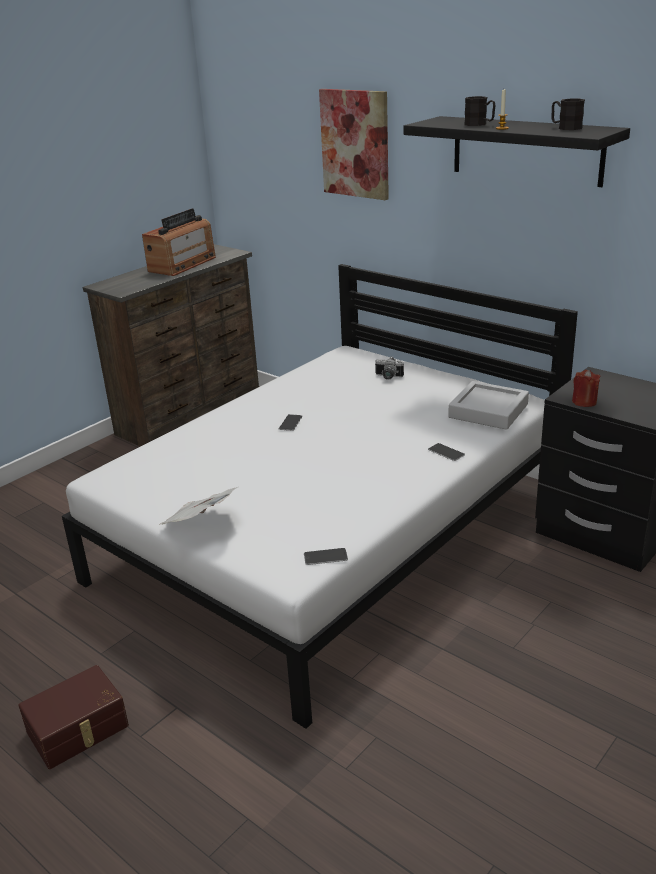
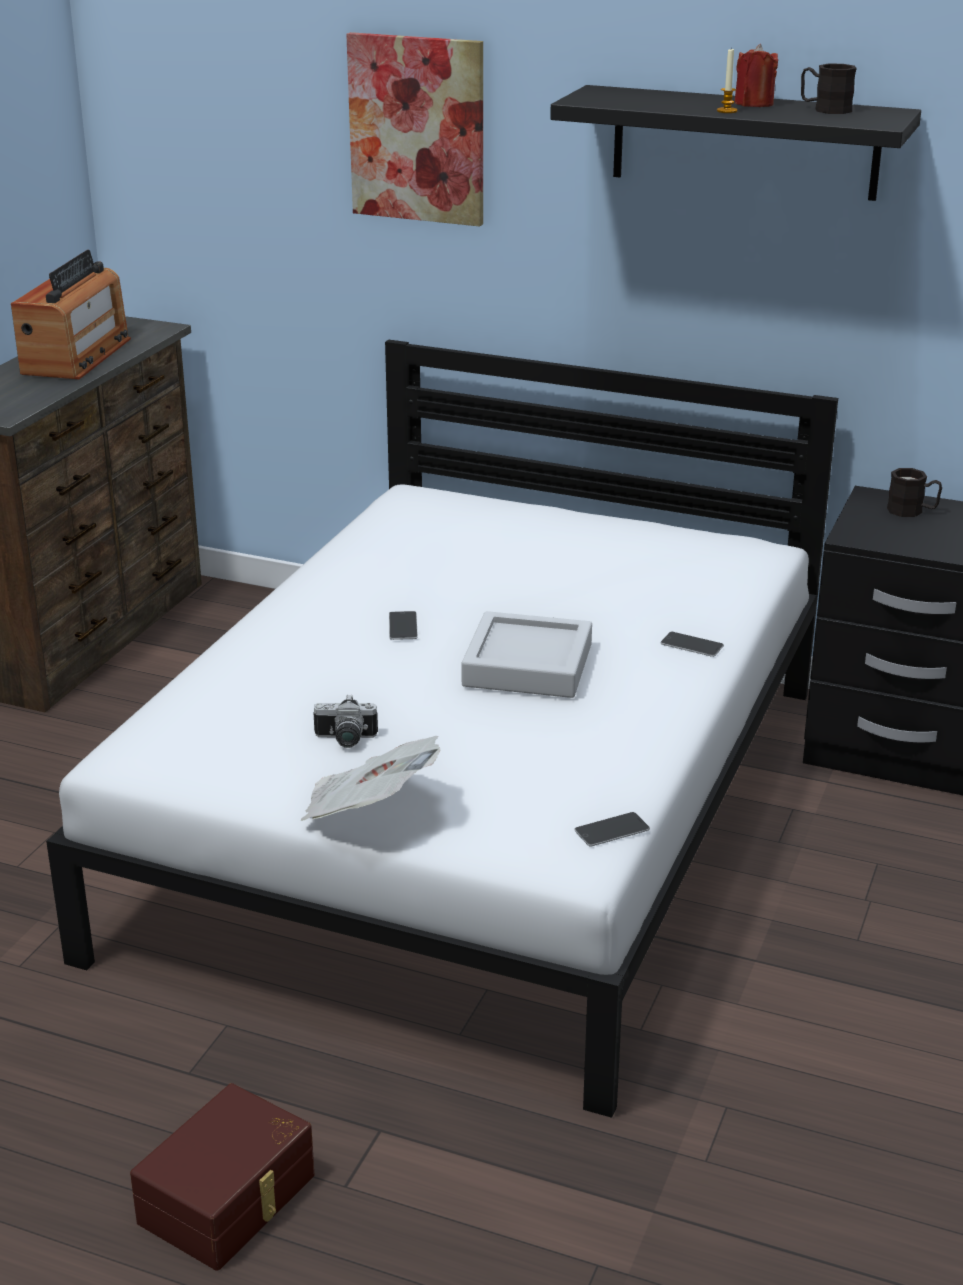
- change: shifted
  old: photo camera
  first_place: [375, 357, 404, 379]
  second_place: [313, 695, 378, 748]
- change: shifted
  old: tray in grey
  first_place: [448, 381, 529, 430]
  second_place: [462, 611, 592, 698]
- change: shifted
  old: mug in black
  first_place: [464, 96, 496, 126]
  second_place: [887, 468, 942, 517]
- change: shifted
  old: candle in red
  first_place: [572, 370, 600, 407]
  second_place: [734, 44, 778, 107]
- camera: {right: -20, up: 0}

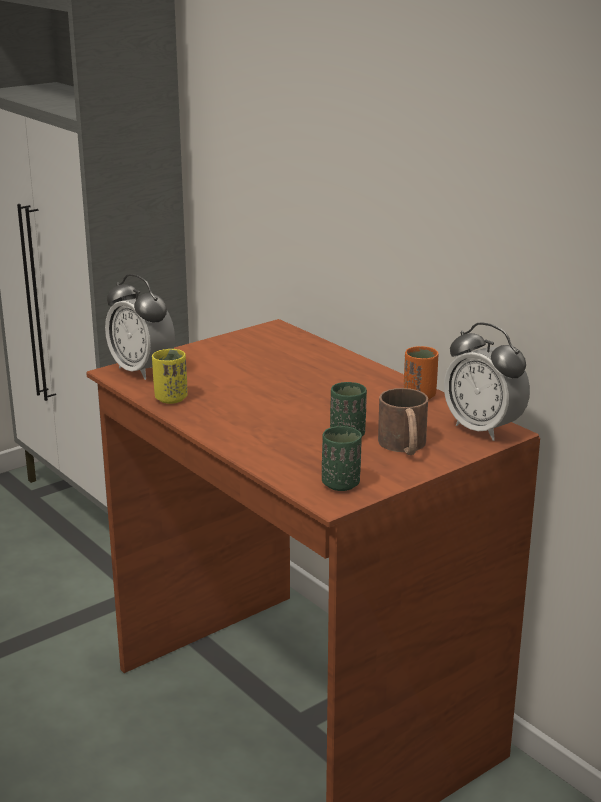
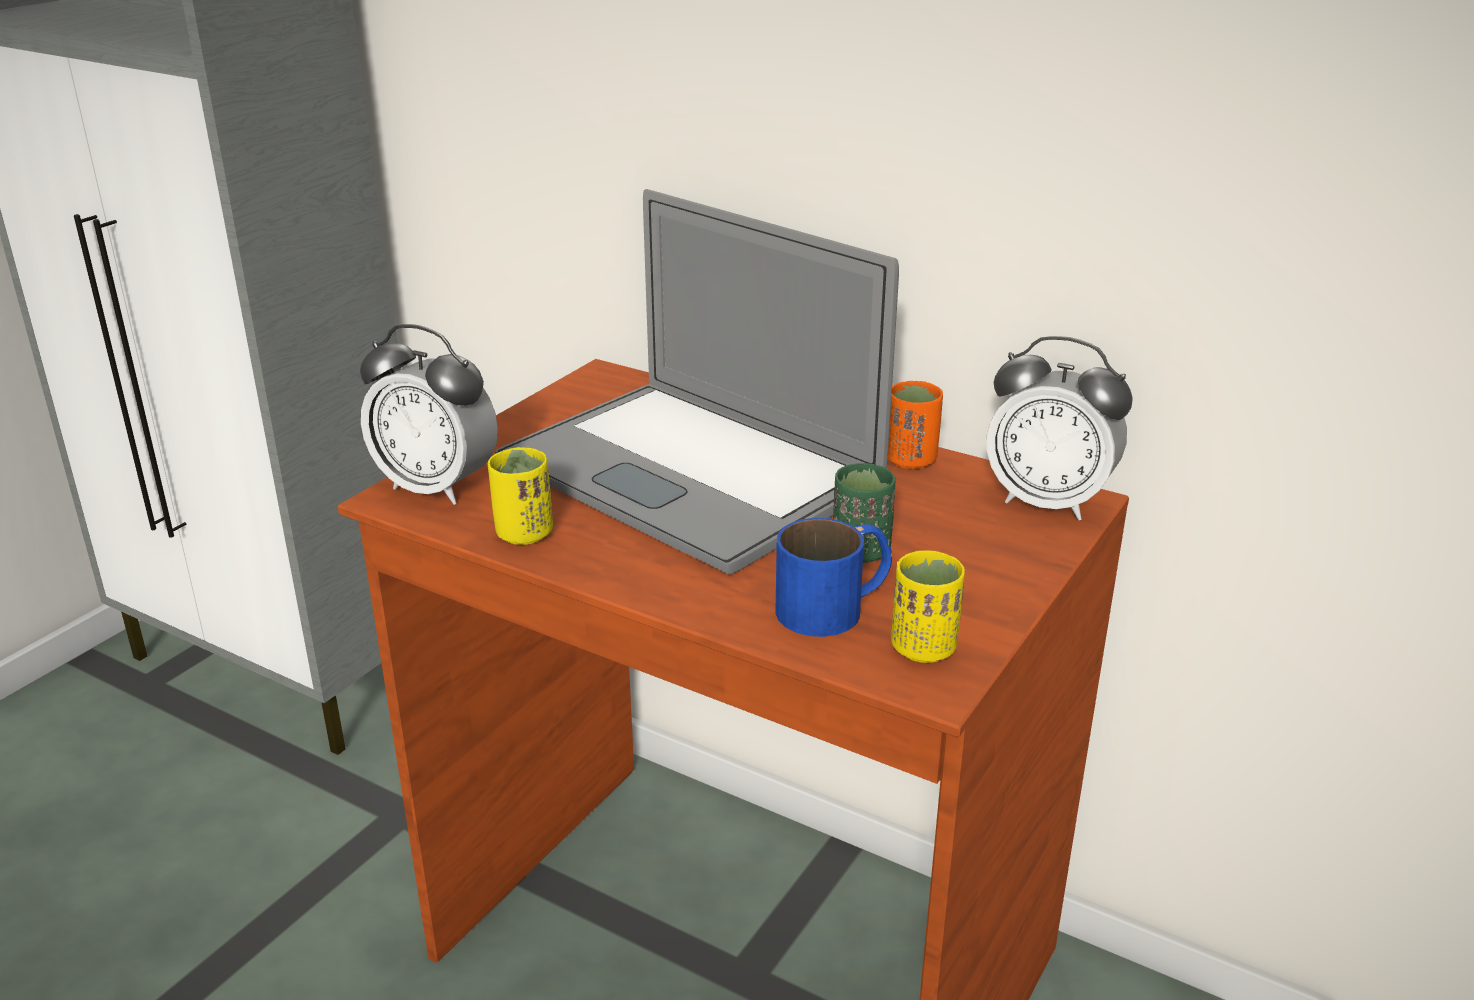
- change: repainted
  old: cup in green
  new: cup in yellow
  first_place: [322, 426, 362, 491]
  second_place: [891, 550, 965, 663]
- change: gone
  old: mug in brown
  first_place: [378, 388, 428, 455]
- change: new
  new: laptop
  second_place: [495, 189, 899, 574]
- change: new
  new: mug in blue
  second_place: [775, 518, 892, 637]
- camera: {right: -20, up: 5}

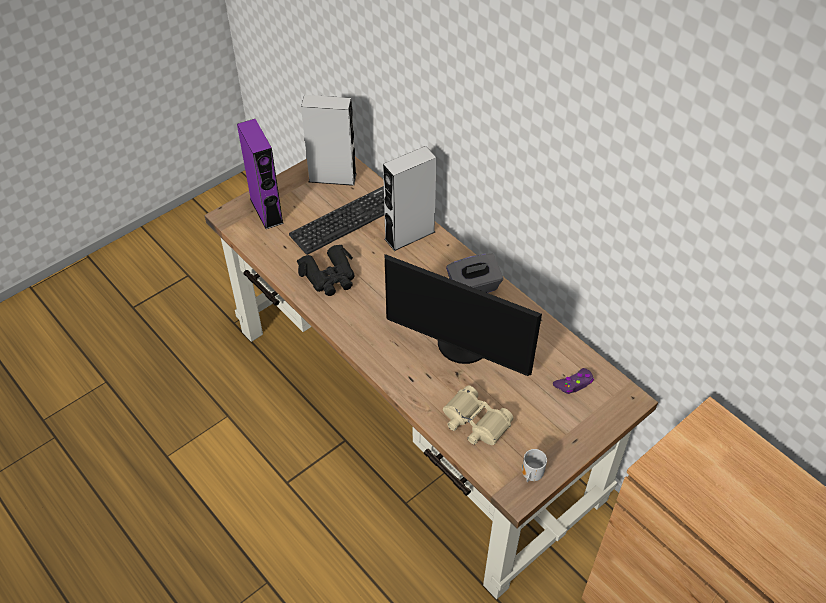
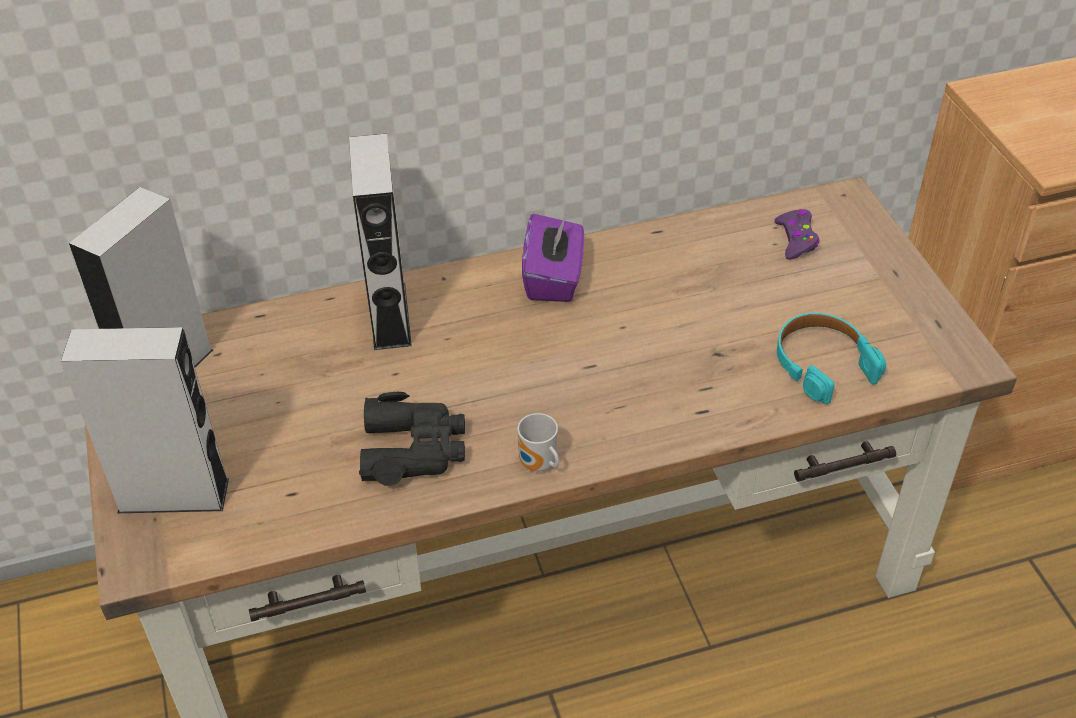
- change: repainted
  old: speaker in purple
  new: speaker in grey
  first_place: [237, 119, 284, 229]
  second_place: [61, 327, 229, 513]
- change: gone
  old: keyboard
  first_place: [289, 186, 385, 255]
- change: gone
  old: monitor
  first_place: [384, 254, 542, 376]
- change: swapped
  old: binoculars in beige
  new: headphones in turquoise
  first_place: [443, 385, 513, 445]
  second_place: [777, 313, 886, 404]
- change: repainted
  old: tissue box in grey
  new: tissue box in purple
  first_place: [446, 253, 503, 293]
  second_place: [522, 214, 584, 302]
- change: shifted
  old: mug
  first_place: [522, 449, 547, 482]
  second_place: [517, 413, 559, 471]
- camera: {right: -65, up: -5}

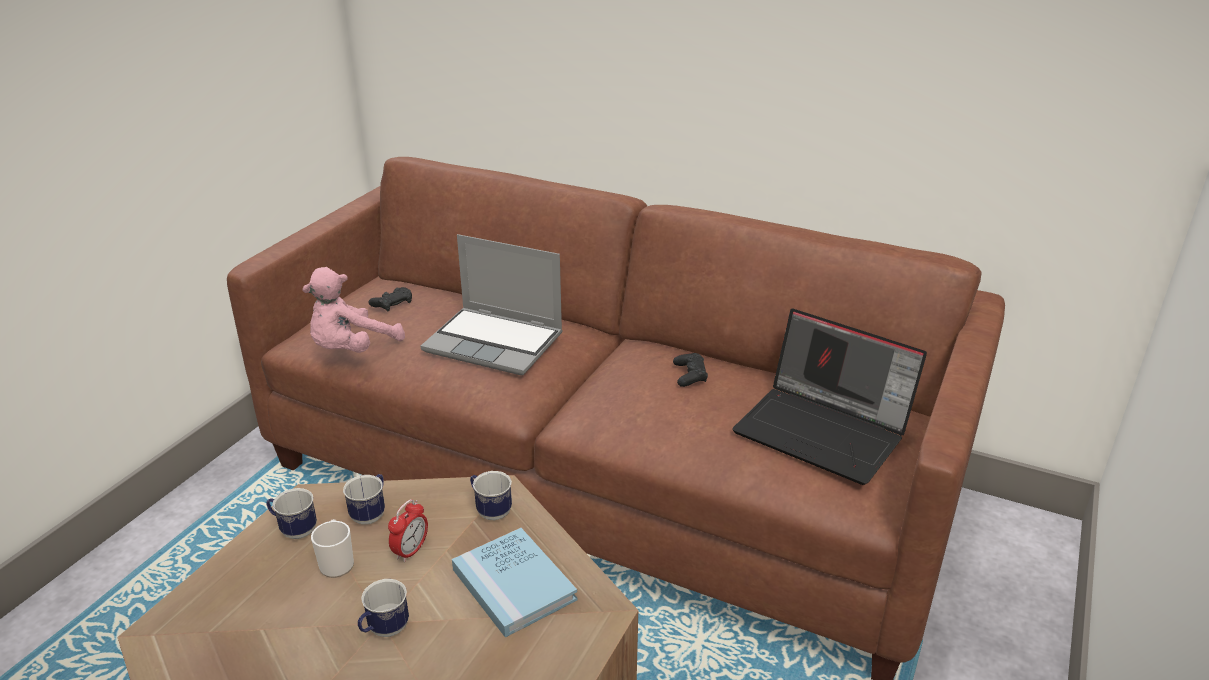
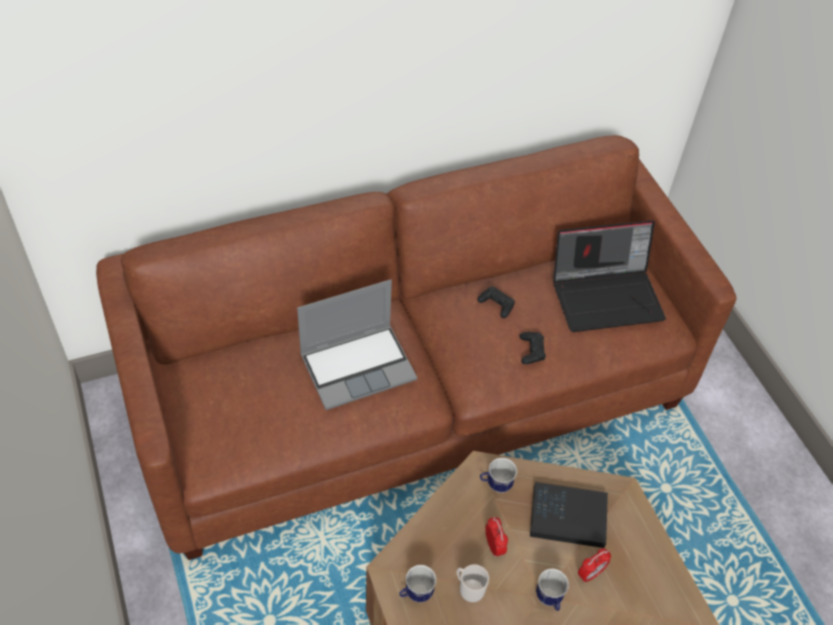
- change: gone
  old: plush toy in pink
  first_place: [302, 267, 405, 353]
- change: gone
  old: mug
  first_place: [343, 474, 385, 525]
- change: shifted
  old: game controller in black
  first_place: [369, 287, 412, 311]
  second_place: [519, 332, 546, 364]
- change: repainted
  old: book in blue
  new: book in black
  first_place: [452, 528, 577, 637]
  second_place: [530, 482, 608, 548]
- change: new
  new: alarm clock
  second_place: [578, 548, 611, 583]
- camera: {right: -50, up: 20}

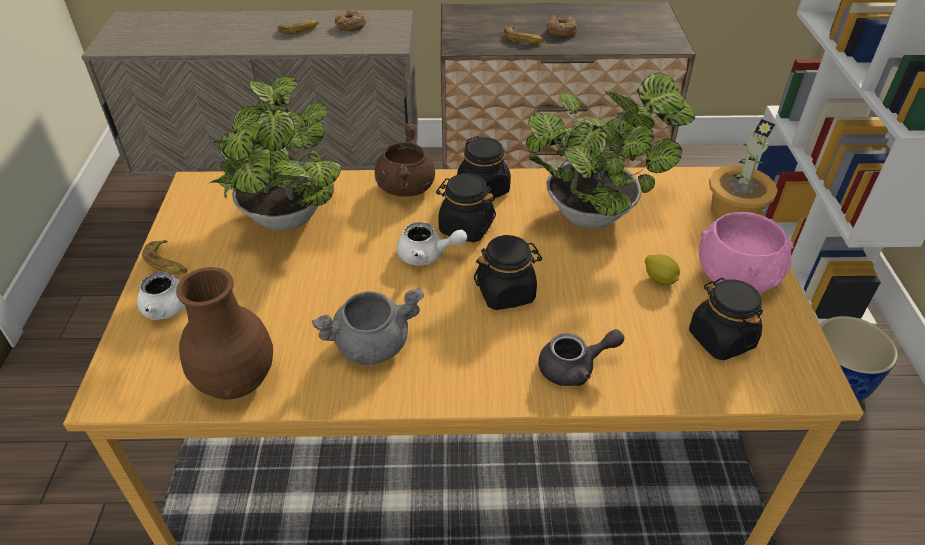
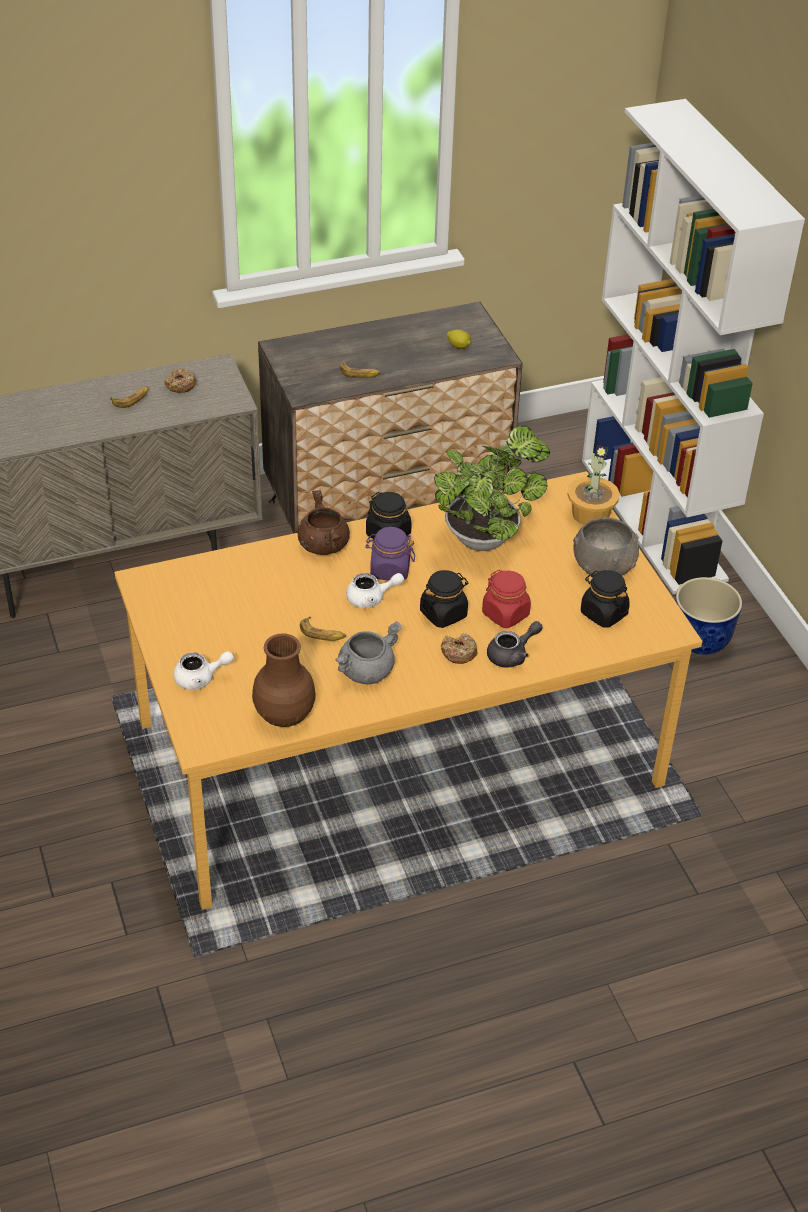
- change: shifted
  old: banana
  first_place: [142, 240, 187, 274]
  second_place: [300, 617, 346, 641]
- change: gone
  old: potted plant
  first_place: [210, 76, 341, 231]
- change: repainted
  old: jar in black
  new: jar in purple
  first_place: [436, 173, 496, 243]
  second_place: [365, 527, 415, 580]
- change: shifted
  old: donut
  first_place: [546, 16, 577, 38]
  second_place: [441, 633, 478, 664]
- change: shifted
  old: lemon
  first_place: [645, 255, 680, 286]
  second_place: [447, 329, 470, 349]
- change: repainted
  old: bowl in pink
  new: bowl in grey
  first_place: [699, 212, 794, 293]
  second_place: [573, 517, 639, 575]
- change: new
  new: jar in red
  second_place: [482, 569, 531, 628]
- camera: {right: -20, up: 0}

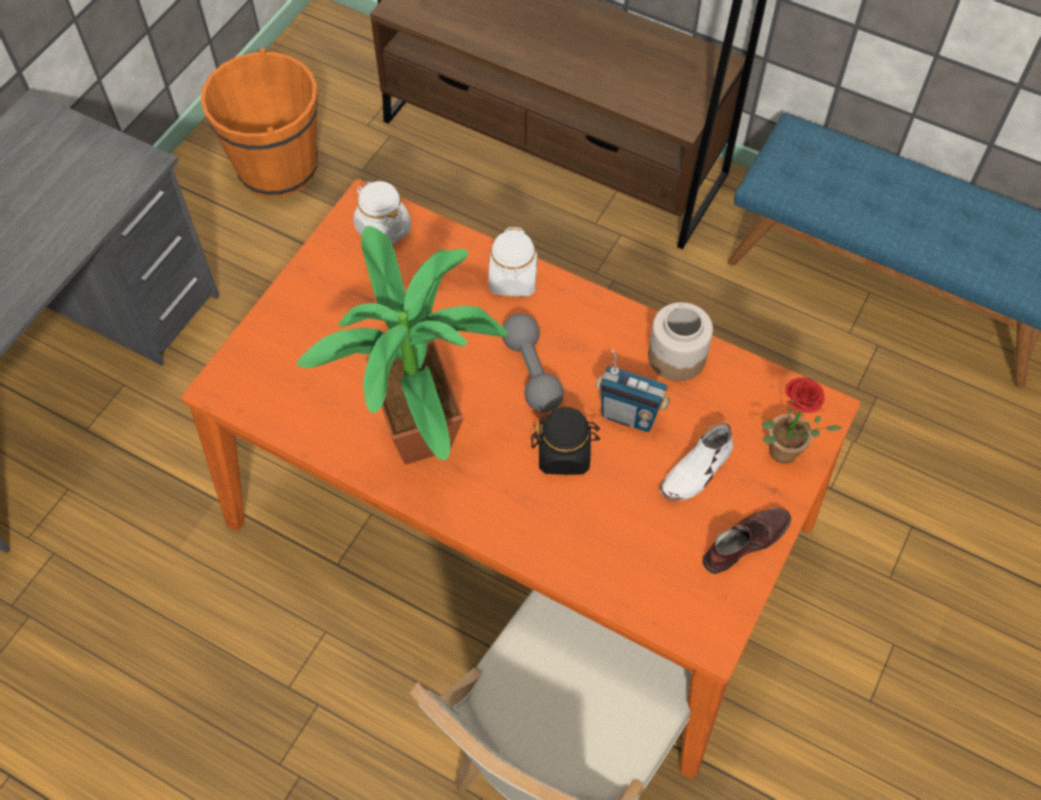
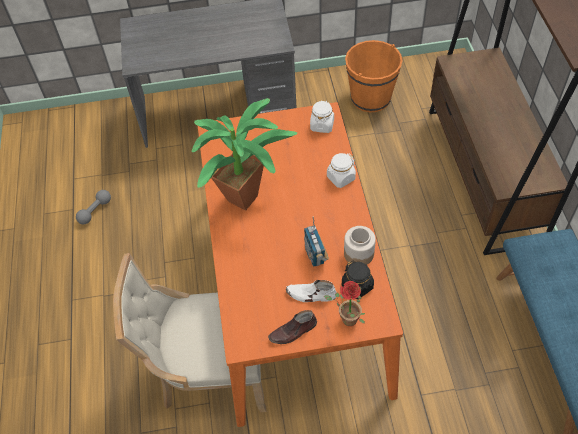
- change: shifted
  old: dumbbell in grey
  first_place: [502, 313, 564, 413]
  second_place: [76, 190, 111, 224]
- change: shifted
  old: jar in black
  first_place: [532, 407, 600, 475]
  second_place: [342, 261, 374, 299]
- change: rotated
  old: shoe in brown
  first_place: [703, 508, 792, 574]
  second_place: [268, 310, 317, 344]
  degrees: 135
- camera: {right: 55, up: -5}

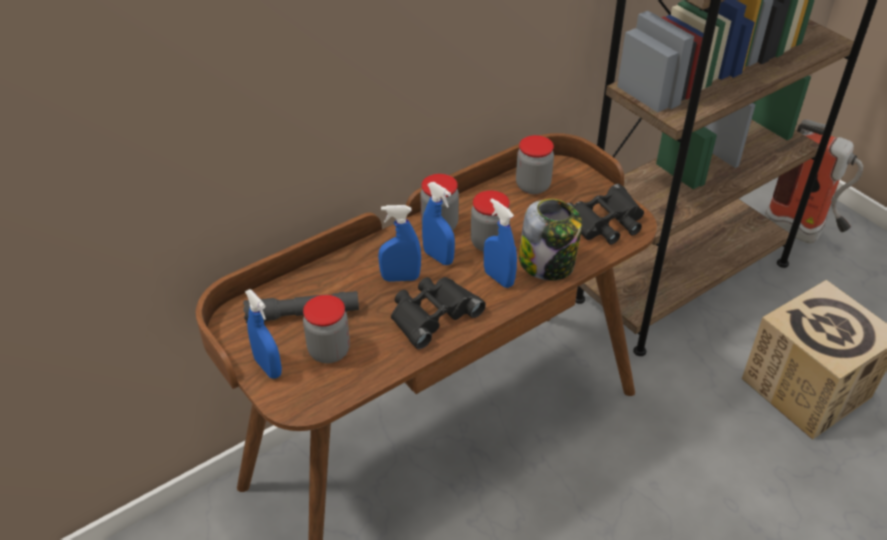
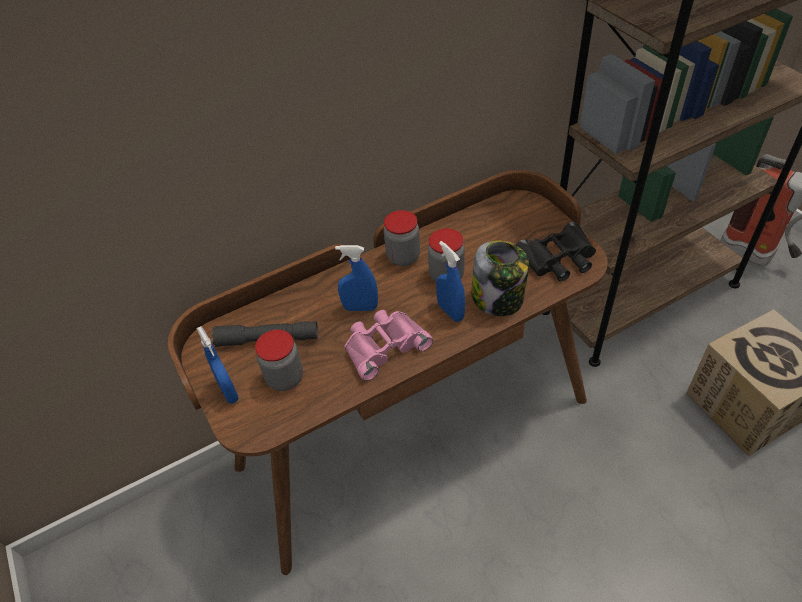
- change: repainted
  old: binoculars in black
  new: binoculars in pink
  first_place: [391, 277, 486, 349]
  second_place: [344, 310, 433, 381]
- change: gone
  old: spray bottle in blue
  first_place: [422, 182, 455, 265]
- change: gone
  old: jar
  first_place: [516, 135, 554, 194]
- camera: {right: 10, up: 5}

